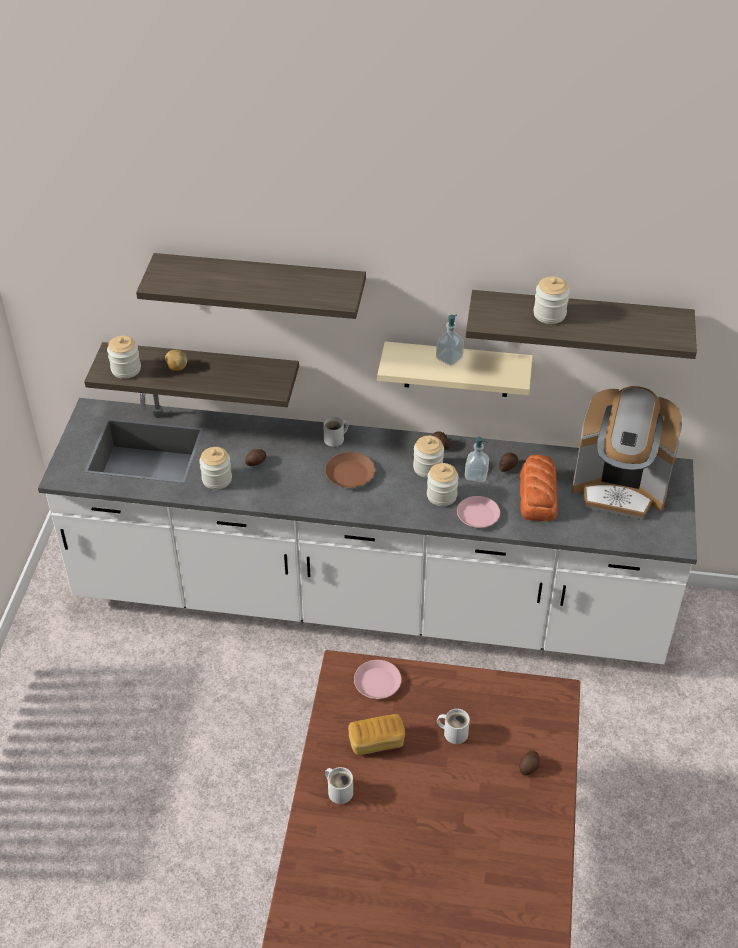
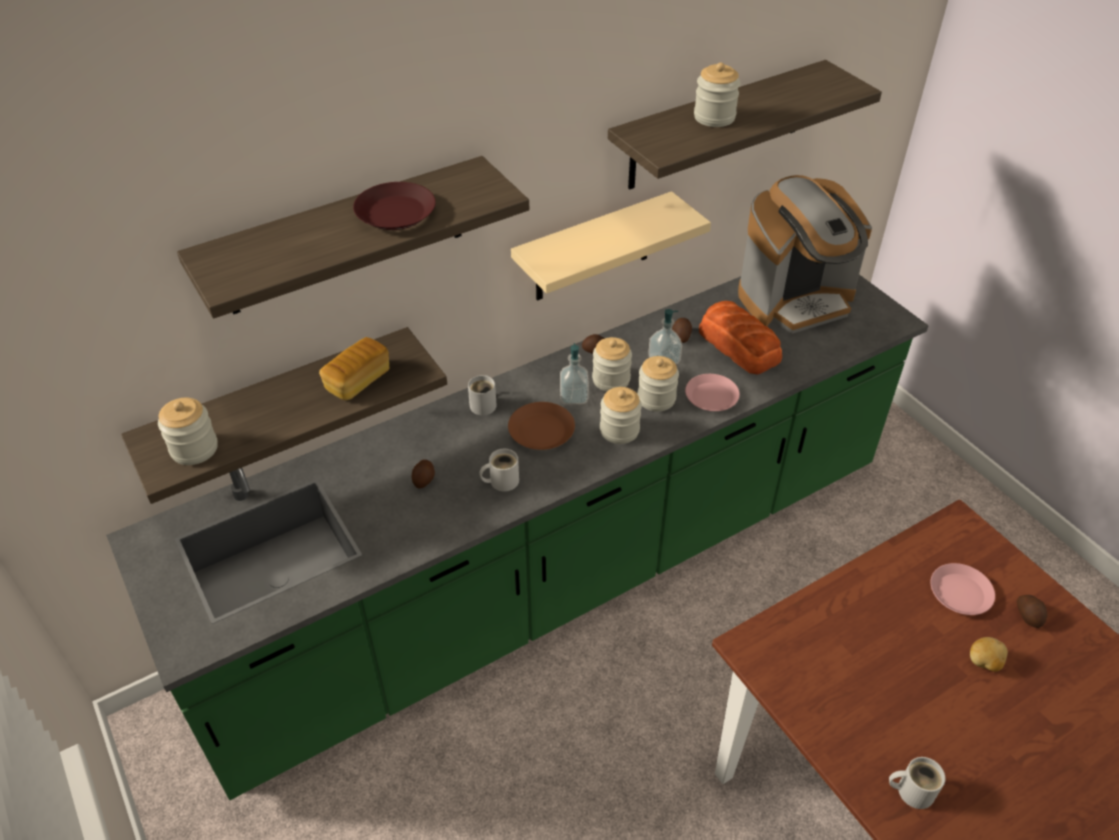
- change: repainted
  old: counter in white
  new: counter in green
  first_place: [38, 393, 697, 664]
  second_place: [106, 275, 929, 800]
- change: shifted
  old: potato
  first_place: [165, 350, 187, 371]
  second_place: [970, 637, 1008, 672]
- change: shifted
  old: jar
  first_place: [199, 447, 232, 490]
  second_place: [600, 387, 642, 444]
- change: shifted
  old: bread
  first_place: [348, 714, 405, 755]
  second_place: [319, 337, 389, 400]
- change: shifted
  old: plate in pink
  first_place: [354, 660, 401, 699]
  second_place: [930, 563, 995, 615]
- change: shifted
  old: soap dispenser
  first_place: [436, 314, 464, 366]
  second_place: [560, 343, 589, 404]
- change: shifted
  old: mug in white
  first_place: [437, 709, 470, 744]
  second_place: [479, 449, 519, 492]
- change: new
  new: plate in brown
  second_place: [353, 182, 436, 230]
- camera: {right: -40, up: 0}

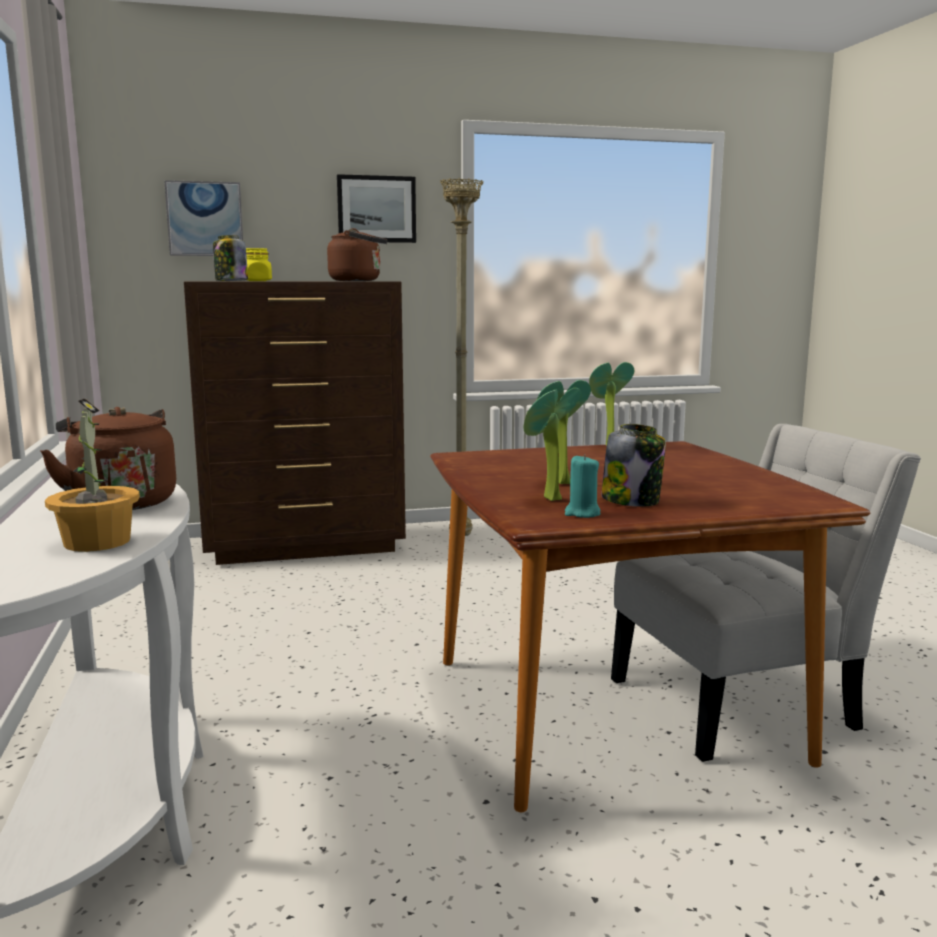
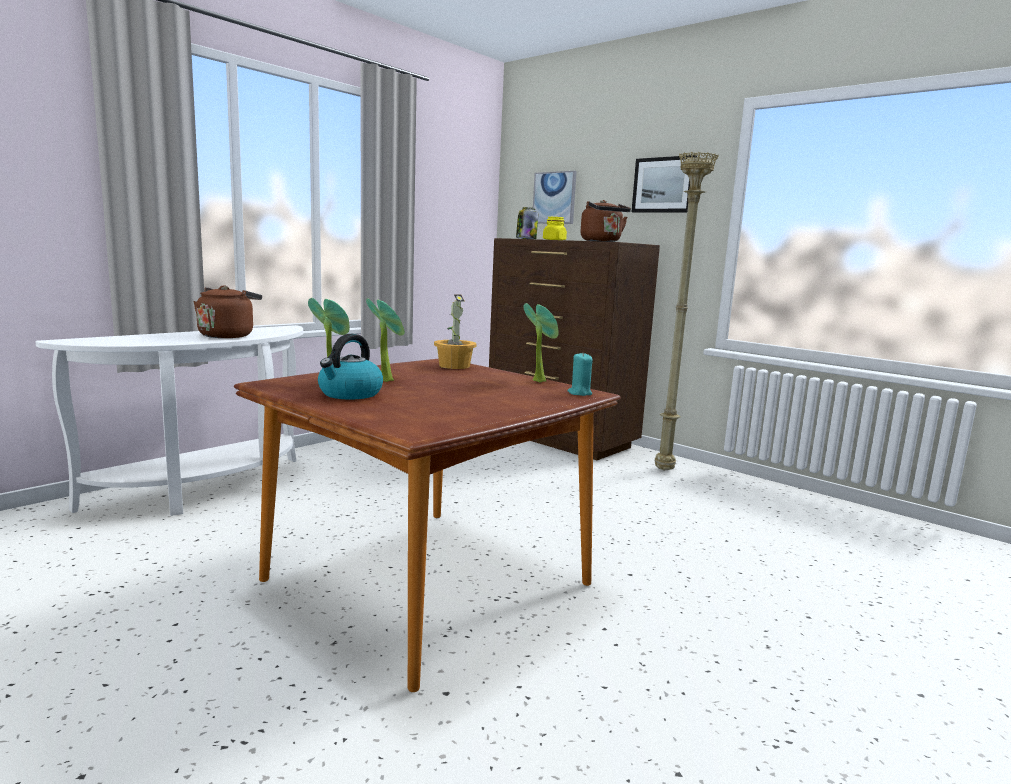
- change: shifted
  old: potted plant
  first_place: [45, 399, 140, 552]
  second_place: [434, 295, 477, 369]
- change: shifted
  old: candle in turquoise
  first_place: [565, 454, 601, 518]
  second_place: [567, 352, 593, 396]
- change: swapped
  old: jar
  new: kettle
  first_place: [602, 424, 666, 507]
  second_place: [318, 334, 383, 399]
- change: gone
  old: chair in white
  first_place: [611, 424, 921, 762]
- camera: {right: 55, up: 0}

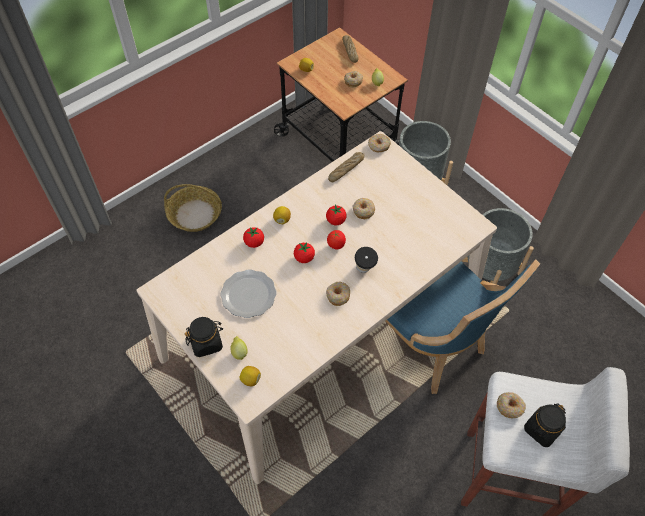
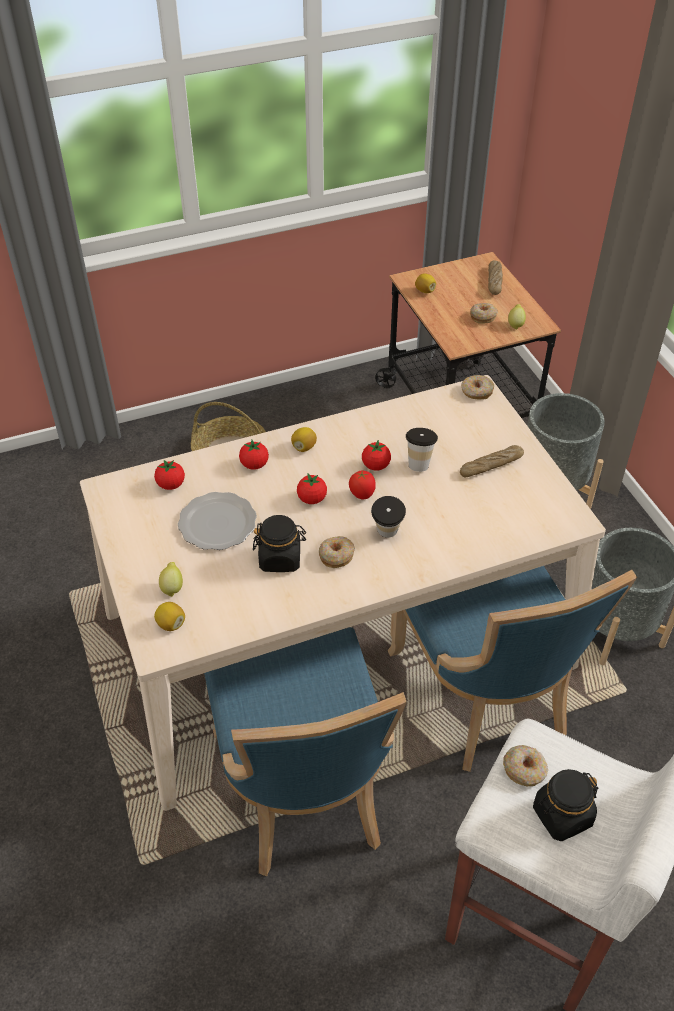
- change: shifted
  old: jar in black
  first_place: [185, 317, 223, 357]
  second_place: [253, 515, 306, 572]
- change: shifted
  old: bread
  first_place: [328, 152, 364, 182]
  second_place: [460, 445, 524, 477]
- change: swapped
  old: donut
  new: cup
  first_place: [353, 198, 375, 219]
  second_place: [406, 428, 438, 472]
- change: new
  new: tomato
  second_place: [154, 460, 185, 490]
- change: new
  new: chair in blue
  second_place: [204, 627, 407, 877]
- camera: {right: 20, up: -10}

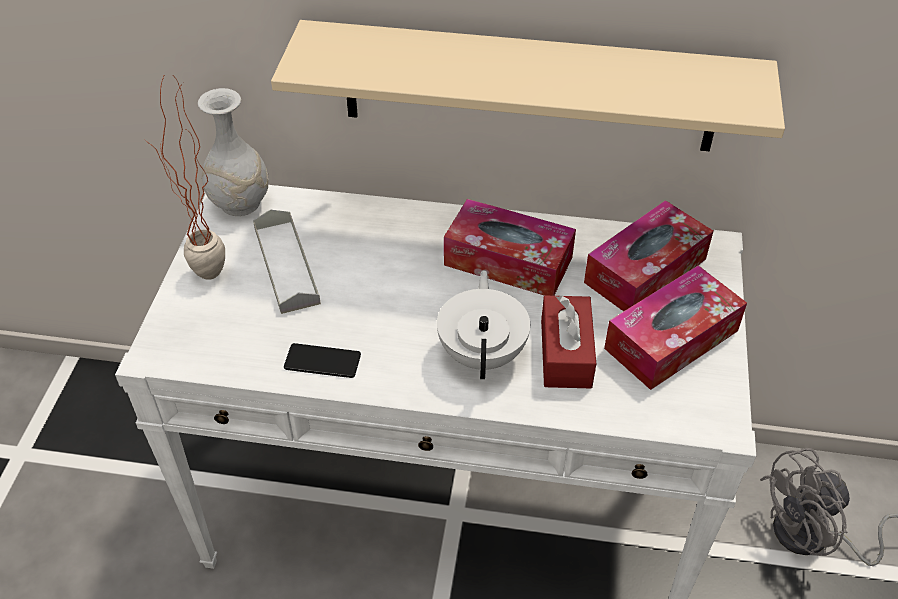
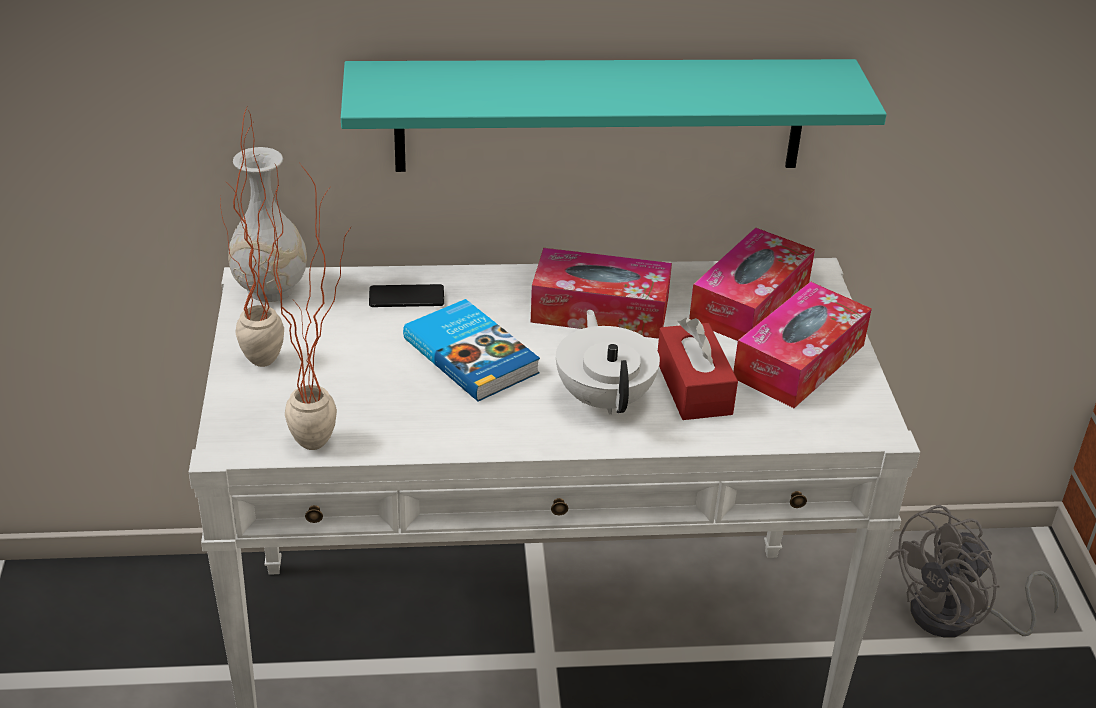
- change: gone
  old: tray in grey
  first_place: [253, 210, 321, 314]
- change: repainted
  old: shelf in beige
  new: shelf in turquoise
  first_place: [271, 20, 785, 152]
  second_place: [341, 59, 887, 172]
- change: shifted
  old: phone
  first_place: [284, 343, 361, 378]
  second_place: [369, 284, 444, 307]
- change: new
  new: potted plant
  second_place: [265, 164, 351, 450]
- change: new
  new: book
  second_place: [403, 299, 540, 402]
- camera: {right: -15, up: -10}

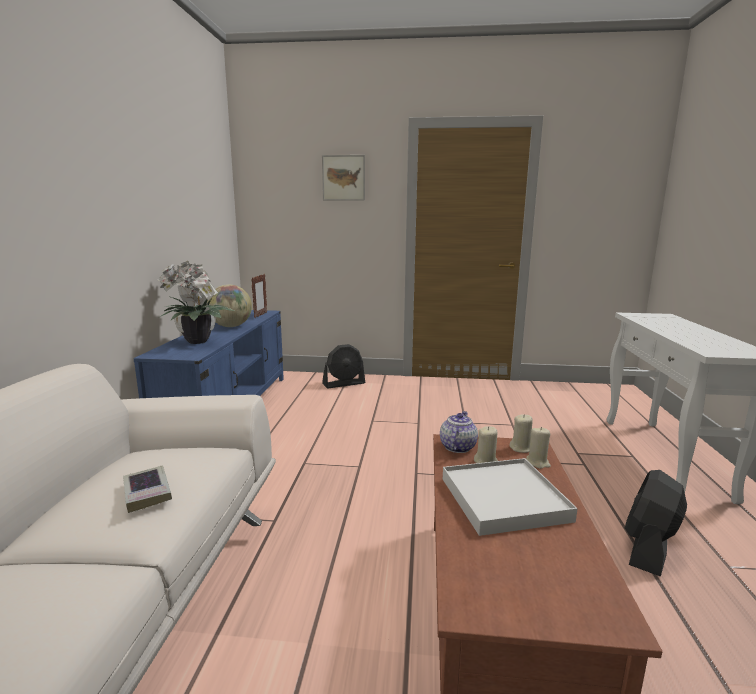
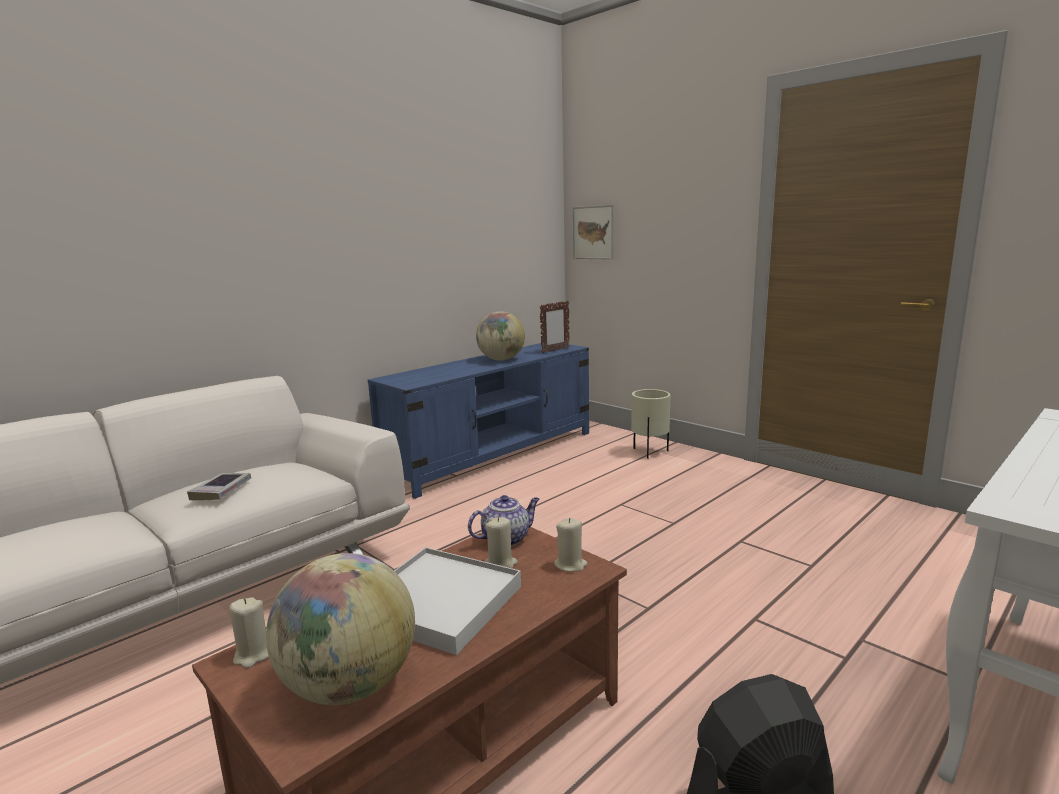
- change: gone
  old: potted plant
  first_place: [158, 261, 235, 344]
- change: shifted
  old: picture
  first_place: [322, 155, 365, 201]
  second_place: [573, 205, 614, 260]
- change: swapped
  old: fan in black
  new: planter in beige
  first_place: [322, 344, 365, 388]
  second_place: [631, 389, 670, 459]
- change: shifted
  old: candle in beige
  first_place: [526, 427, 551, 469]
  second_place: [229, 597, 269, 668]
- change: new
  new: globe
  second_place: [266, 553, 415, 705]
- camera: {right: 40, up: 0}

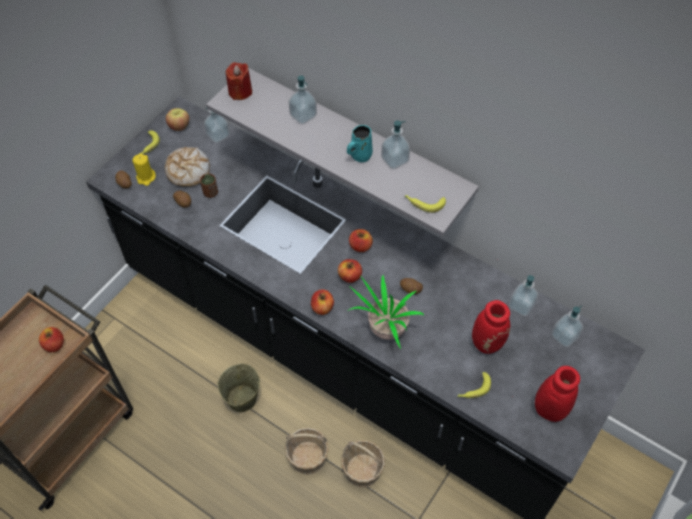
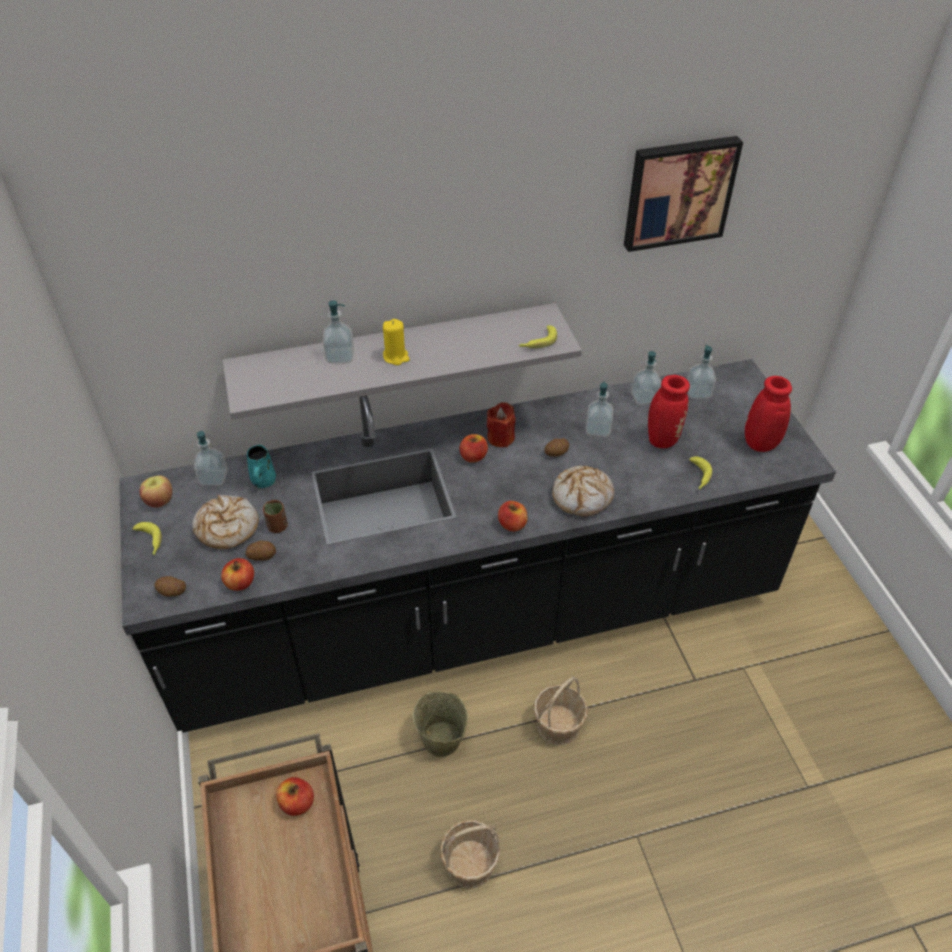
- change: shifted
  old: candle in yellow
  first_place: [132, 153, 156, 186]
  second_place: [383, 319, 410, 365]
- change: shifted
  old: candle in red
  first_place: [225, 62, 252, 100]
  second_place: [487, 402, 516, 447]
- change: shifted
  old: apple
  first_place: [338, 259, 362, 283]
  second_place: [221, 558, 254, 591]
- change: shifted
  old: basket
  first_place: [341, 441, 385, 487]
  second_place: [440, 820, 500, 889]
- change: shifted
  old: mug in turquoise
  first_place: [347, 125, 373, 162]
  second_place: [247, 445, 276, 488]
- change: swapped
  old: potted plant
  new: bread
  first_place: [348, 275, 424, 349]
  second_place: [552, 466, 615, 517]
- change: shifted
  old: soap dispenser
  first_place: [381, 120, 410, 169]
  second_place: [586, 381, 613, 437]
- change: new
  new: picture
  second_place: [624, 136, 743, 252]
- camera: {right: -50, up: -10}

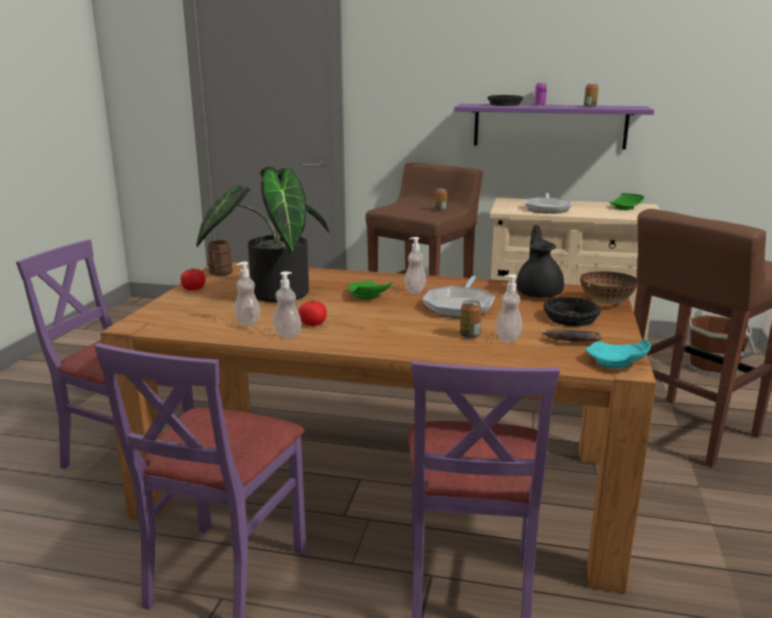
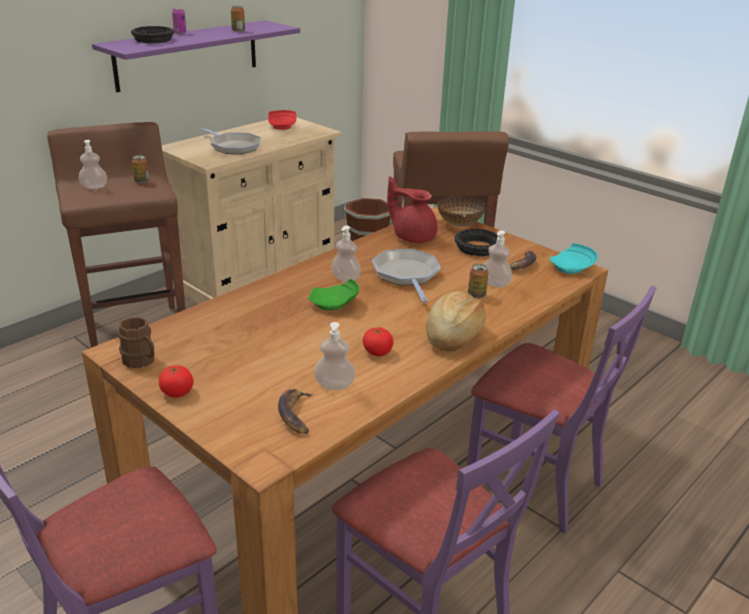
- change: gone
  old: potted plant
  first_place: [196, 167, 329, 302]
- change: shifted
  old: soap dispenser
  first_place: [273, 272, 301, 338]
  second_place: [79, 140, 107, 189]
- change: rotated
  old: frying pan
  first_place: [423, 276, 495, 318]
  second_place: [372, 249, 441, 303]
  degrees: -150
- change: repainted
  old: teapot in black
  new: teapot in red
  first_place: [517, 225, 564, 298]
  second_place: [387, 176, 437, 243]
- change: repainted
  old: plate in green
  new: plate in red
  first_place: [609, 193, 644, 210]
  second_place: [268, 110, 296, 130]
- change: new
  new: banana
  second_place: [278, 389, 313, 434]
- change: new
  new: bread
  second_place: [426, 291, 486, 352]
- camera: {right: -60, up: 10}

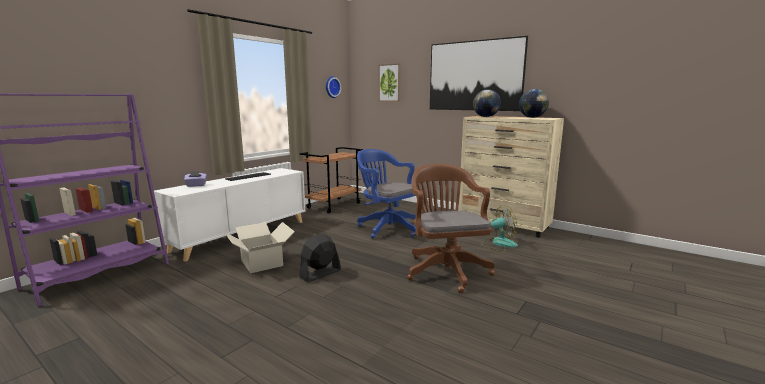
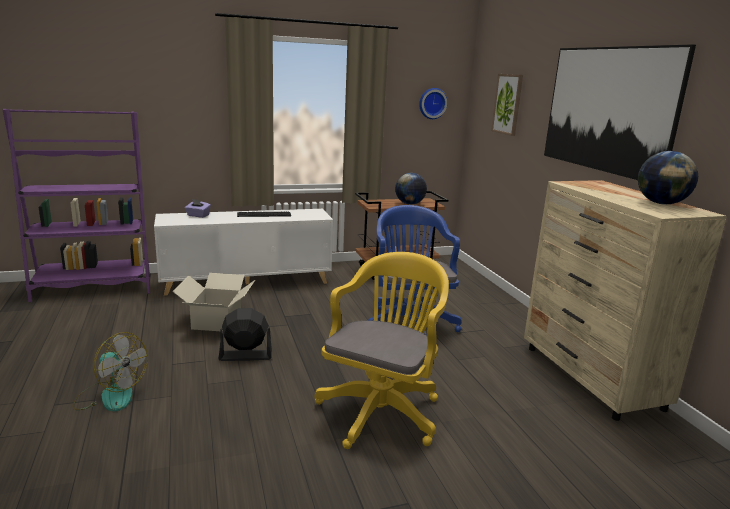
- change: repainted
  old: office chair in brown
  new: office chair in yellow
  first_place: [407, 164, 495, 293]
  second_place: [315, 252, 449, 449]
- change: shifted
  old: globe
  first_place: [473, 89, 501, 117]
  second_place: [395, 173, 427, 205]
- change: shifted
  old: fan
  first_place: [481, 205, 518, 252]
  second_place: [73, 332, 148, 411]
- camera: {right: 35, up: 5}

